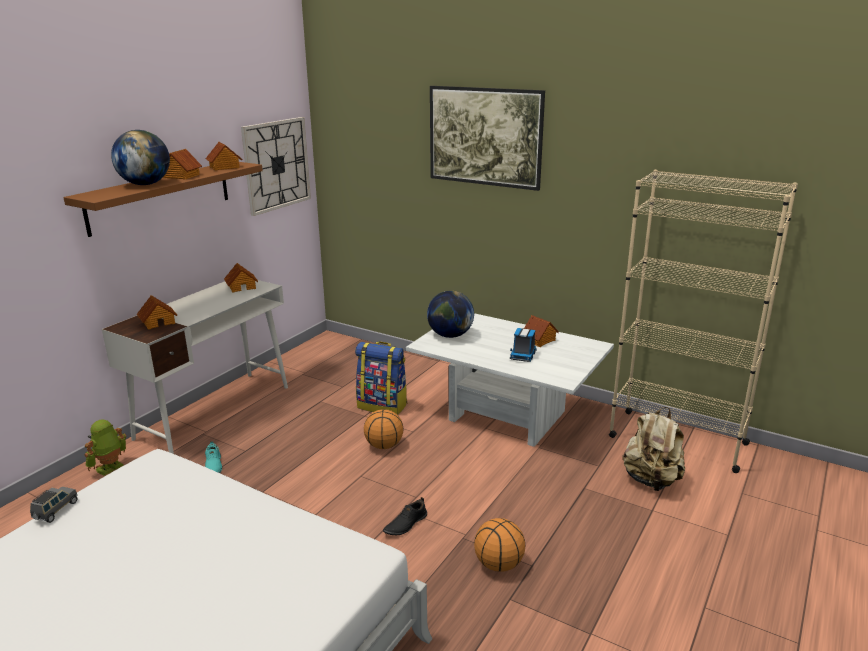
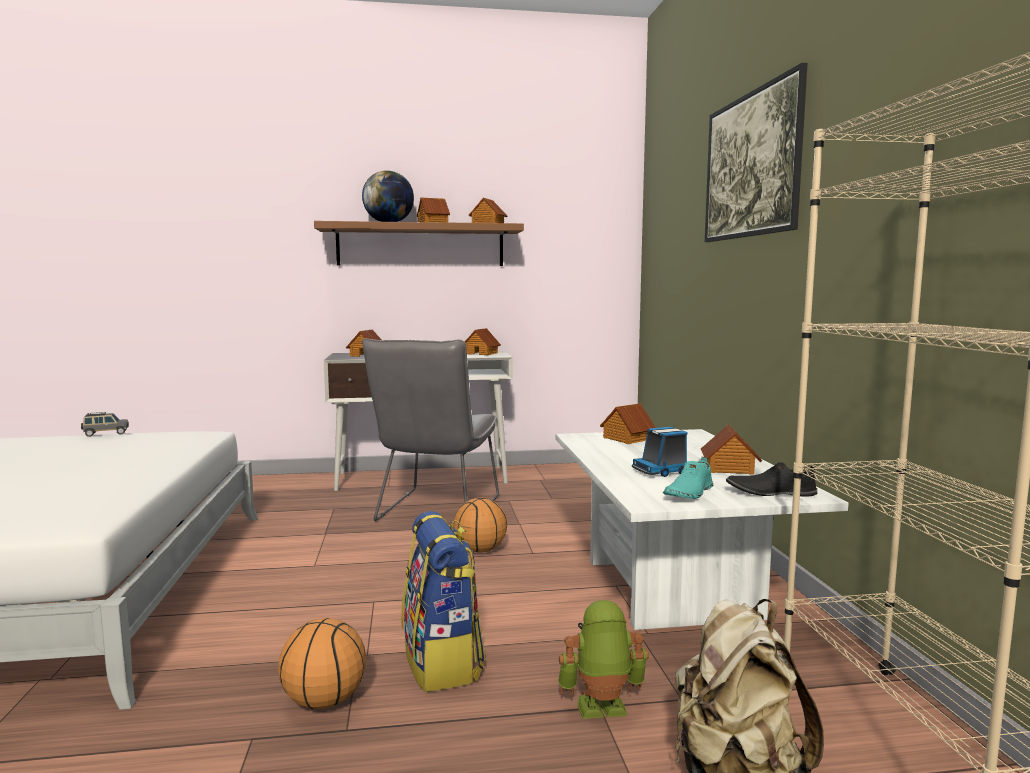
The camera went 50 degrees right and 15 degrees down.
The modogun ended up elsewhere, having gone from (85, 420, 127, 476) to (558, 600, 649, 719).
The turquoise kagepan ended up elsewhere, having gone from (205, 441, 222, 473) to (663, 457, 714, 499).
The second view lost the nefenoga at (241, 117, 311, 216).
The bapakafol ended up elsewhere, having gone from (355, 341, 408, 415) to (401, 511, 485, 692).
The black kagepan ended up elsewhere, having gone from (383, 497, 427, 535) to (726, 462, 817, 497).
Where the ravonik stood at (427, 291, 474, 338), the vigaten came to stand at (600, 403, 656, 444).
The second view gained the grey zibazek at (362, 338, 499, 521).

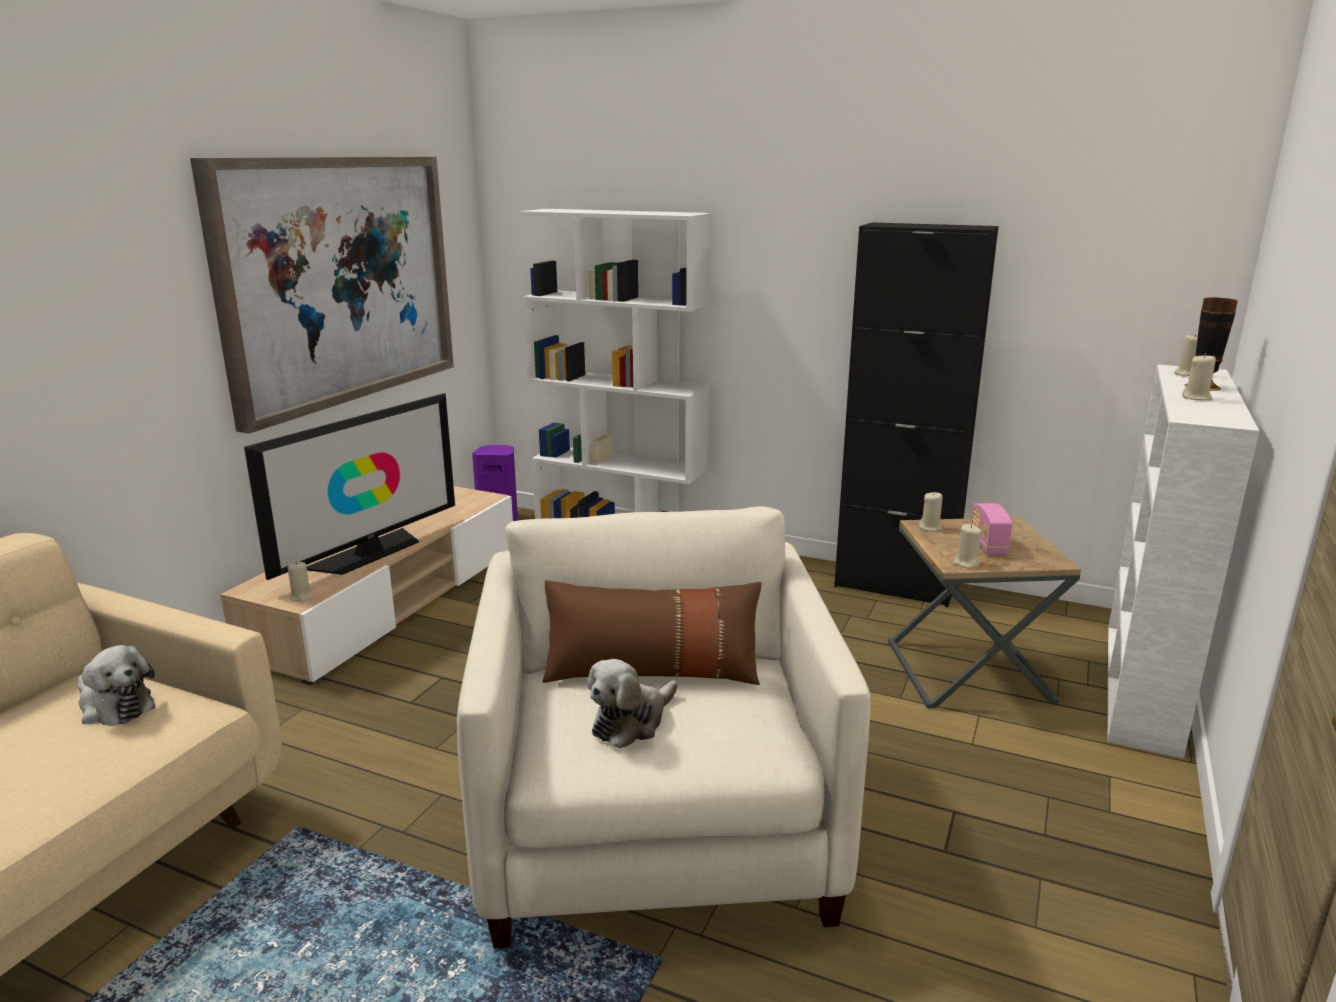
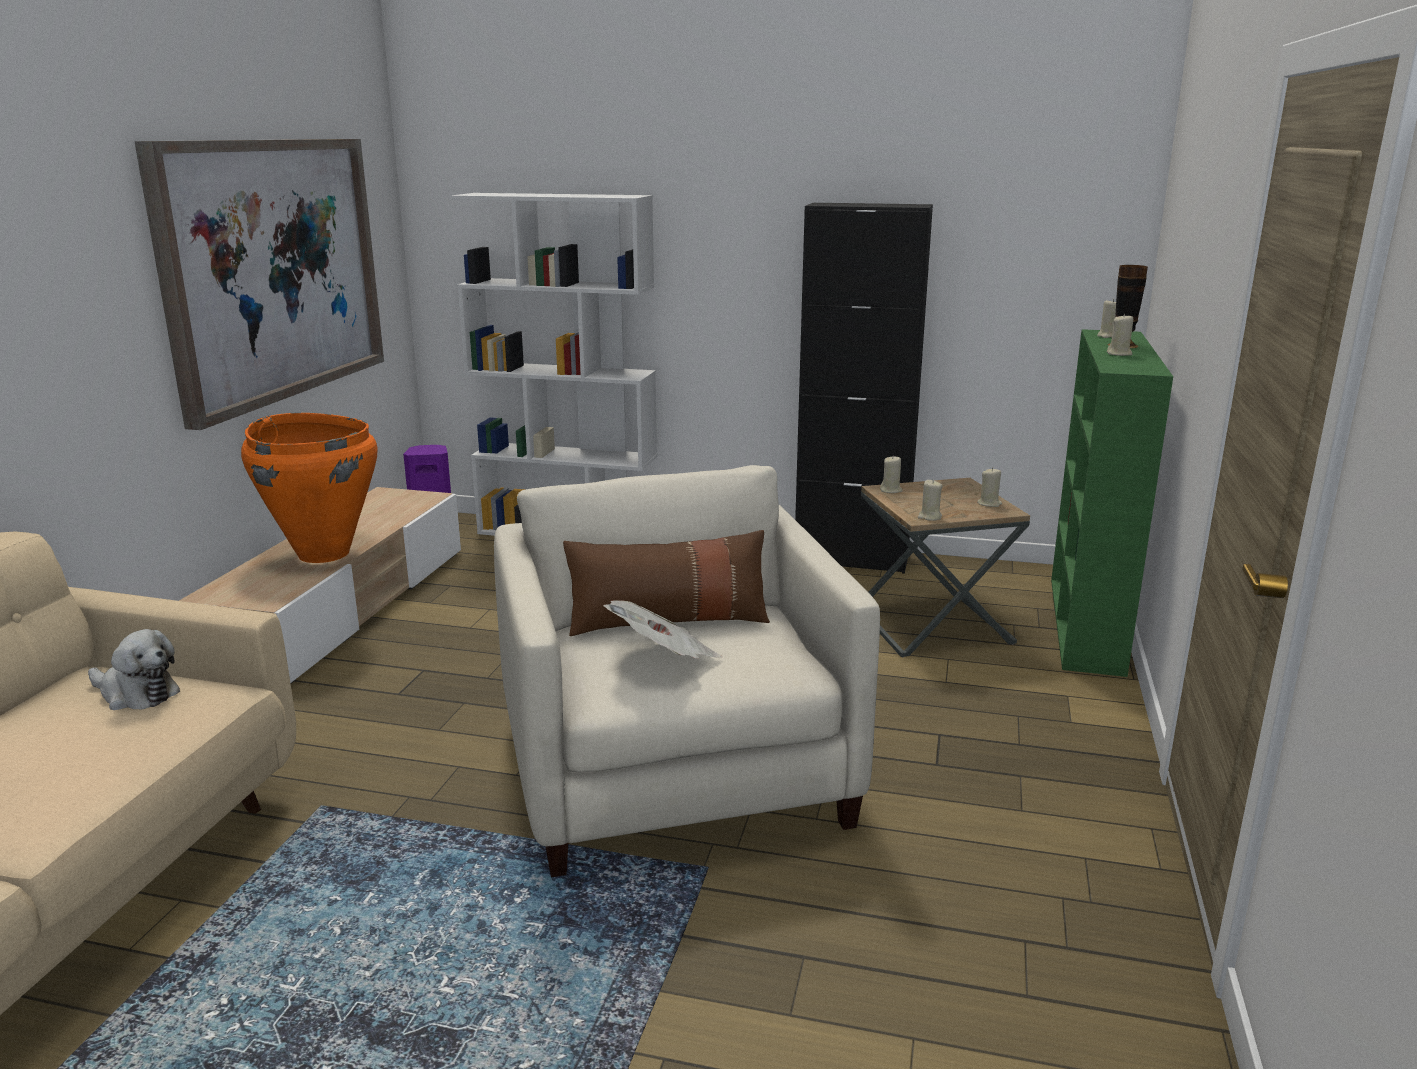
The camera went 10 degrees left and 0 degrees up.
Where the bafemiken stood at (244, 393, 455, 580), the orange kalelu came to stand at (241, 413, 378, 563).
The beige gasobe ended up elsewhere, having gone from (287, 561, 314, 602) to (977, 468, 1002, 507).
Where the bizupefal stood at (587, 659, 678, 748), the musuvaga came to stand at (603, 600, 723, 659).
The second view lost the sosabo at (971, 503, 1012, 555).
What was the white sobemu at (1107, 364, 1259, 758) turned into the green sobemu at (1051, 329, 1173, 677).

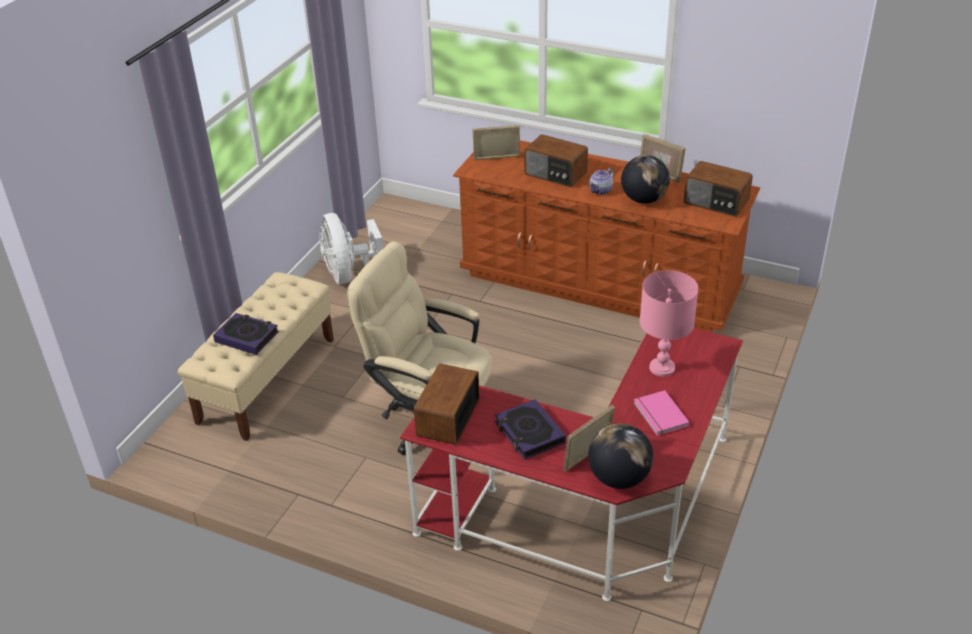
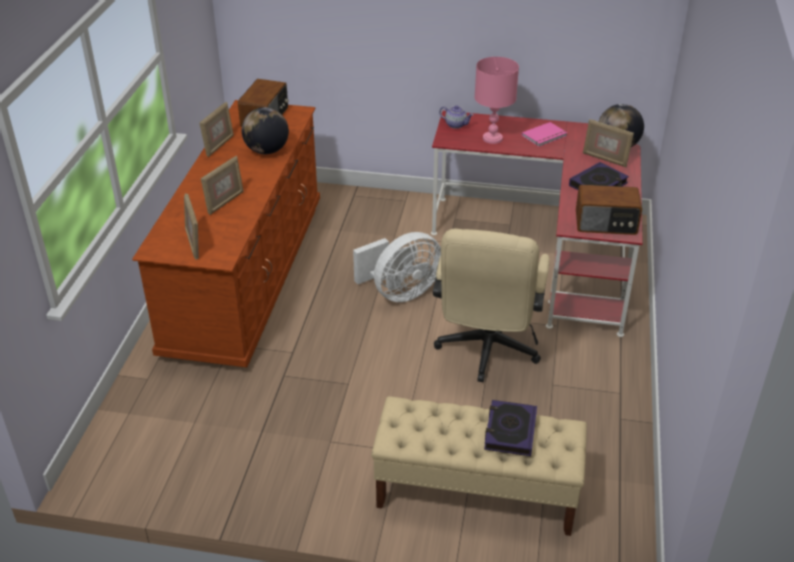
The camera went 105 degrees left and 0 degrees up.
The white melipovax ended up elsewhere, having gone from (320, 213, 383, 284) to (353, 232, 441, 302).
Where the sosabo stood at (524, 134, 588, 187), the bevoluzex came to stand at (201, 156, 244, 215).
The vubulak ended up elsewhere, having gone from (589, 168, 614, 195) to (439, 106, 473, 129).

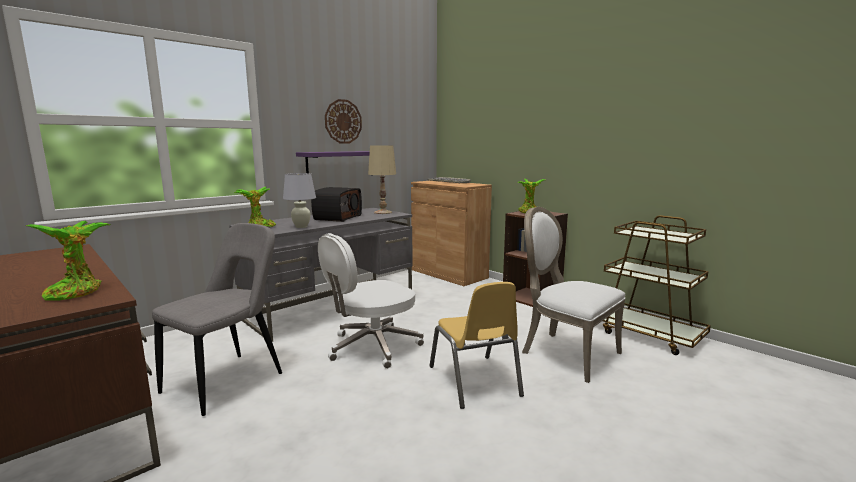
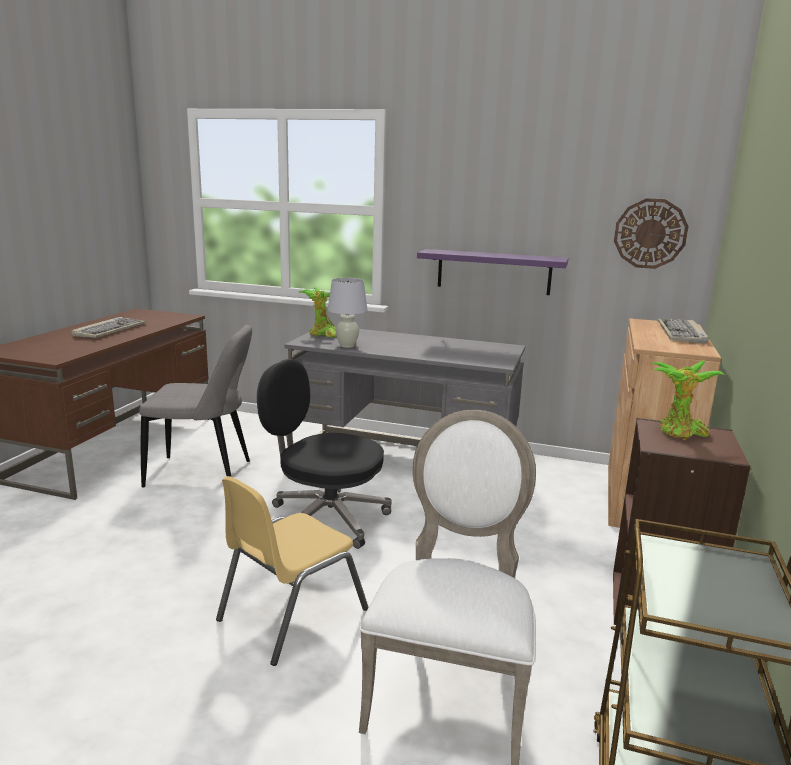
The camera went 60 degrees right and 5 degrees up.
The second view lost the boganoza at (26, 221, 110, 301).
The second view lost the sosabo at (311, 187, 362, 222).
What was the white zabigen at (318, 233, 424, 369) turned into the black zabigen at (257, 359, 392, 549).
The nefenoga ended up elsewhere, having gone from (325, 99, 362, 144) to (614, 198, 689, 269).
The second view lost the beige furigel at (368, 145, 396, 214).
The second view gained the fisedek at (71, 317, 146, 338).

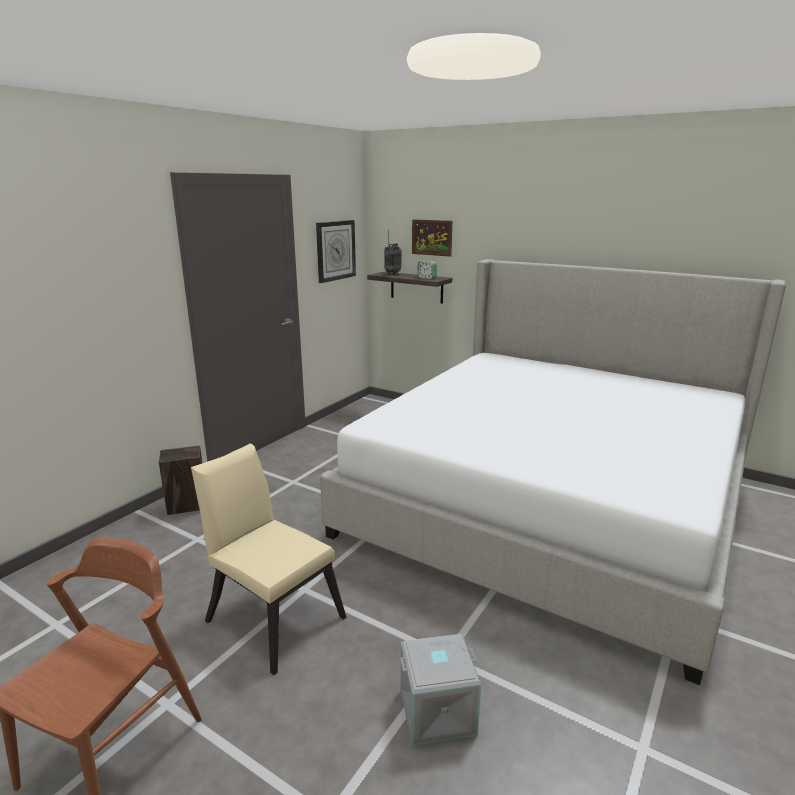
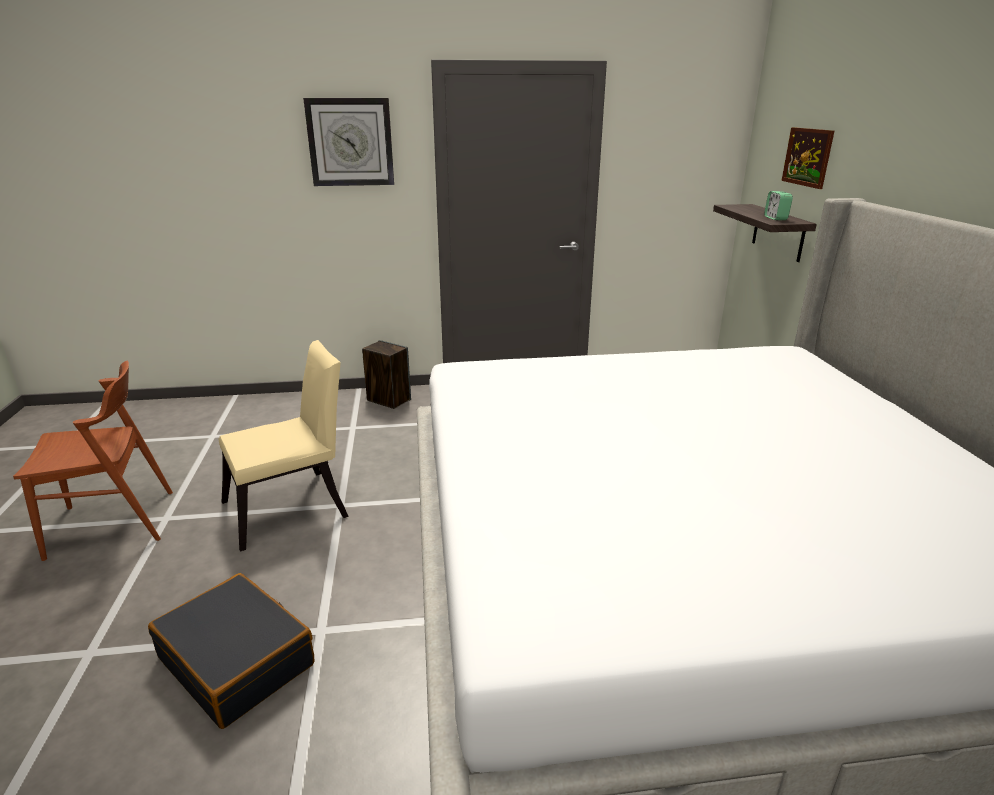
The camera went 50 degrees right and 5 degrees up.
The beige zibazek at (191, 443, 346, 675) ended up facing another way, 60 degrees clockwise from before.
The nefenoga ended up elsewhere, having gone from (316, 220, 356, 283) to (303, 98, 394, 186).
The second view lost the sosabo at (384, 230, 401, 275).
Where the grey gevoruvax stood at (400, 634, 481, 746), the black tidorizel came to stand at (148, 573, 314, 729).

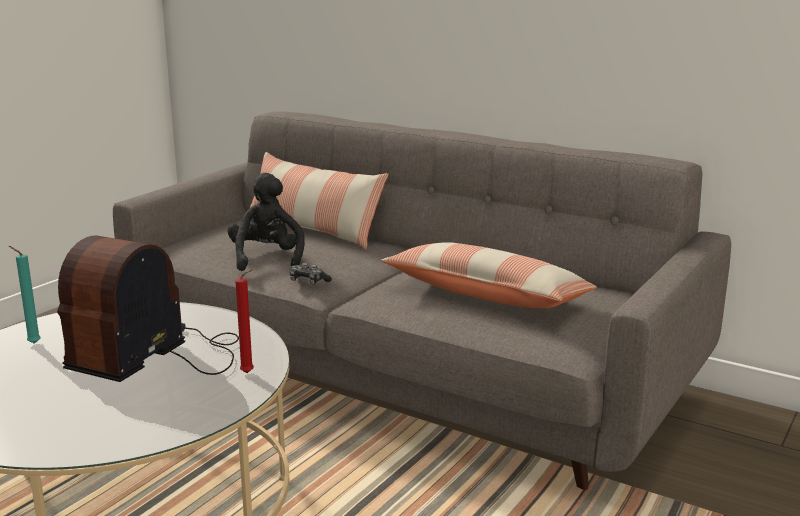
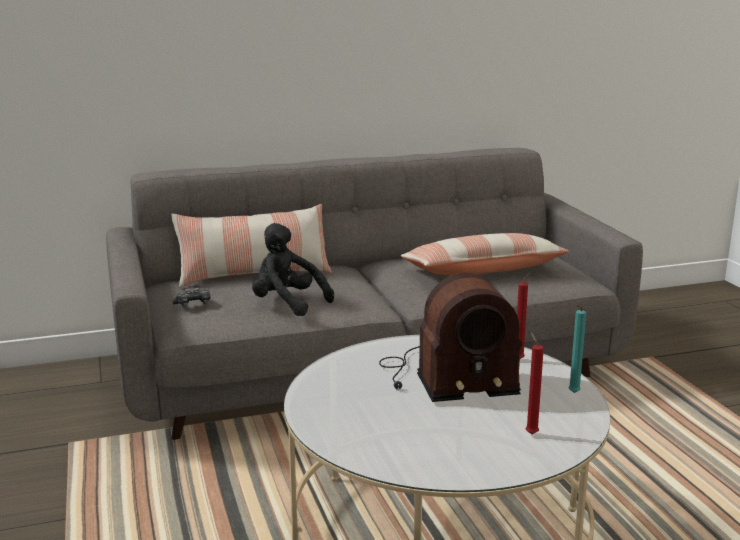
The camera went 50 degrees left and 0 degrees up.
The turquoise gasobe ended up elsewhere, having gone from (9, 246, 41, 344) to (568, 305, 586, 393).
The sosabo at (57, 235, 239, 382) ended up facing another way, 75 degrees counterclockwise from before.
The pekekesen ended up elsewhere, having gone from (289, 263, 332, 284) to (172, 288, 211, 307).
The second view gained the red gasobe at (526, 333, 544, 434).

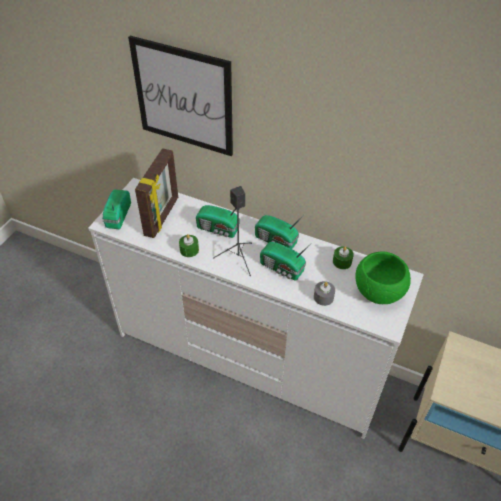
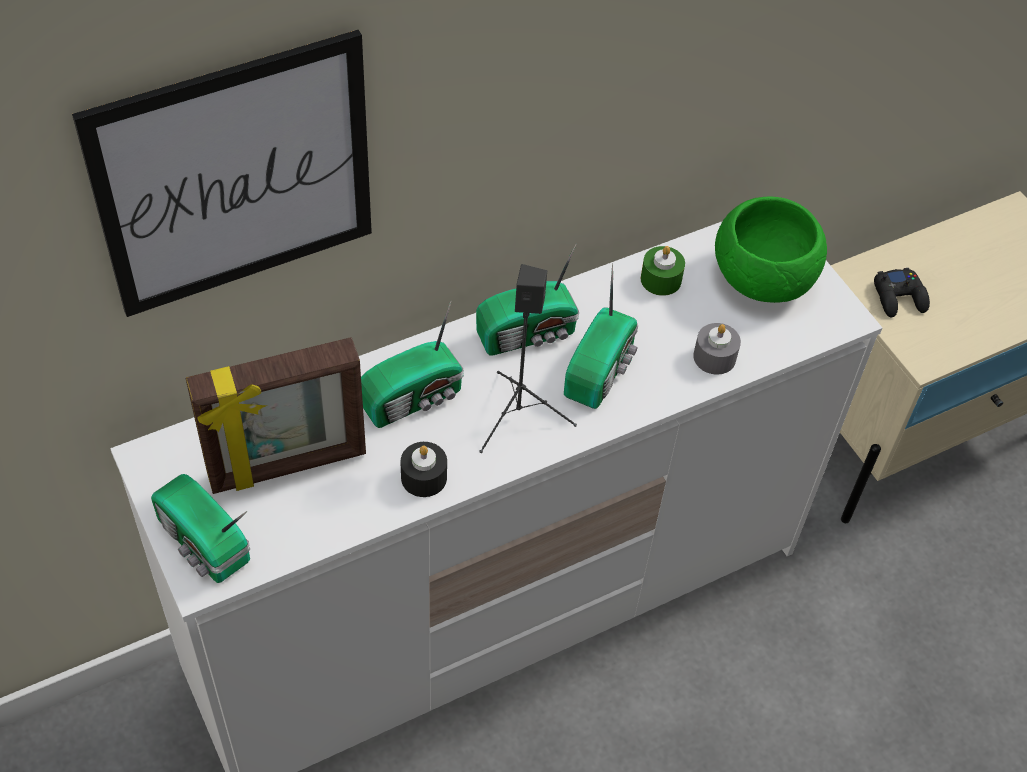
The camera went 55 degrees left and 5 degrees up.
The bevoluzex at (135, 148, 178, 238) ended up facing another way, 105 degrees clockwise from before.
What was the green gasobe at (179, 234, 199, 257) turned into the black gasobe at (401, 442, 447, 497).
The sosabo at (260, 242, 312, 281) ended up facing another way, 45 degrees counterclockwise from before.
The second view gained the black pekekesen at (874, 268, 930, 317).

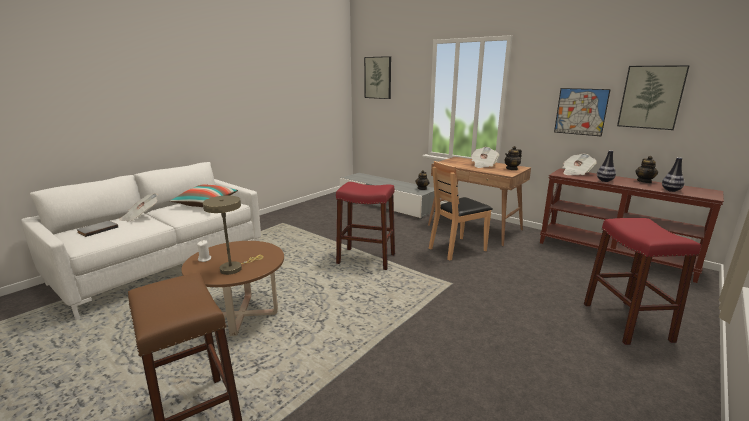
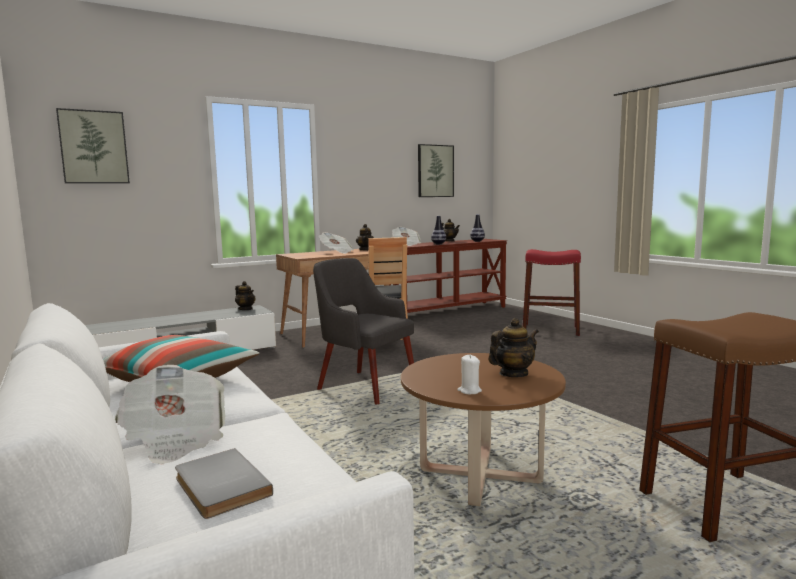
The camera went 70 degrees left and 10 degrees down.
Where the beige furigel stood at (203, 196, 263, 275), the vubulak came to stand at (489, 318, 539, 377).
Where the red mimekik stood at (336, 182, 395, 270), the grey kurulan came to stand at (313, 258, 414, 404).
The second view lost the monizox at (554, 88, 611, 136).

